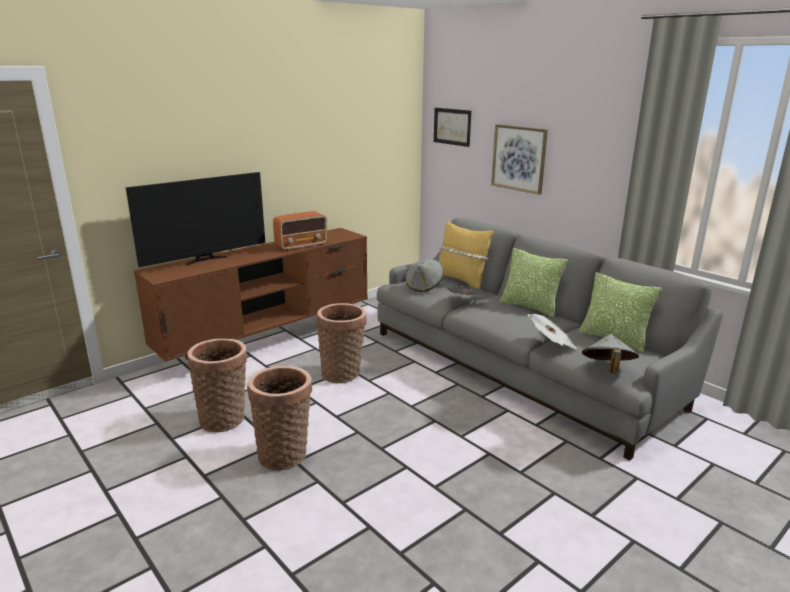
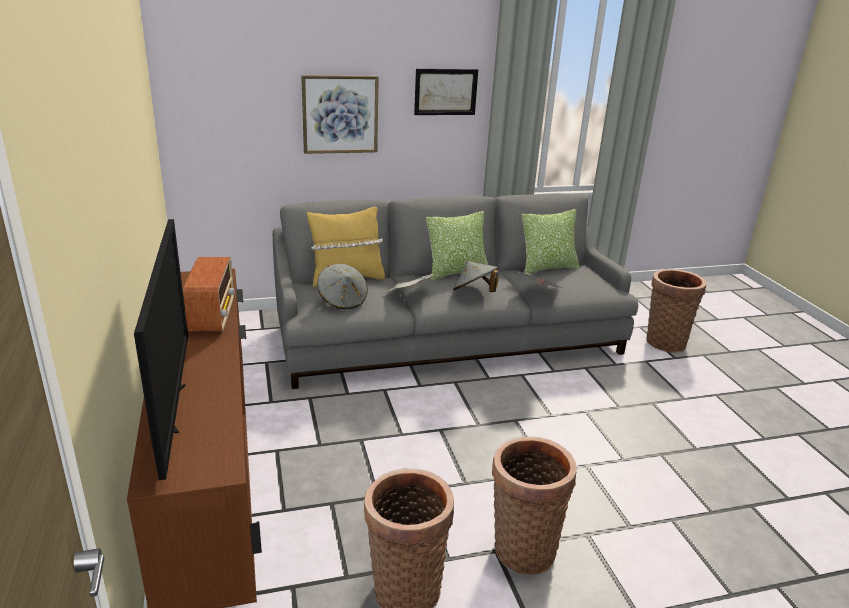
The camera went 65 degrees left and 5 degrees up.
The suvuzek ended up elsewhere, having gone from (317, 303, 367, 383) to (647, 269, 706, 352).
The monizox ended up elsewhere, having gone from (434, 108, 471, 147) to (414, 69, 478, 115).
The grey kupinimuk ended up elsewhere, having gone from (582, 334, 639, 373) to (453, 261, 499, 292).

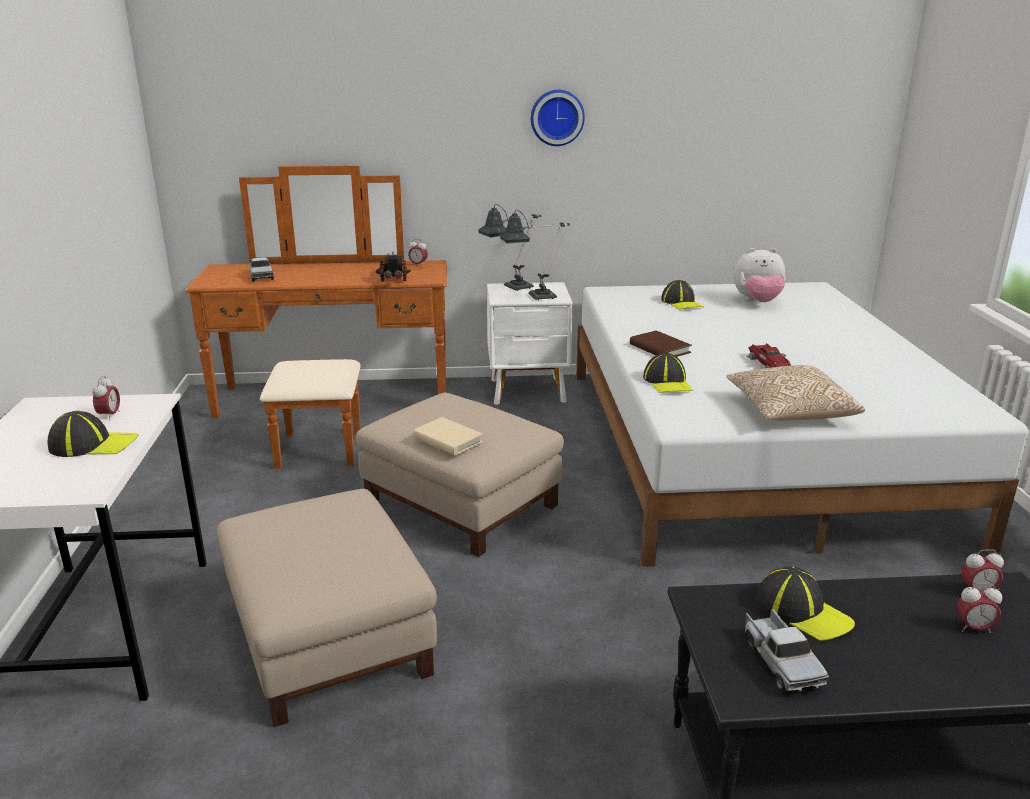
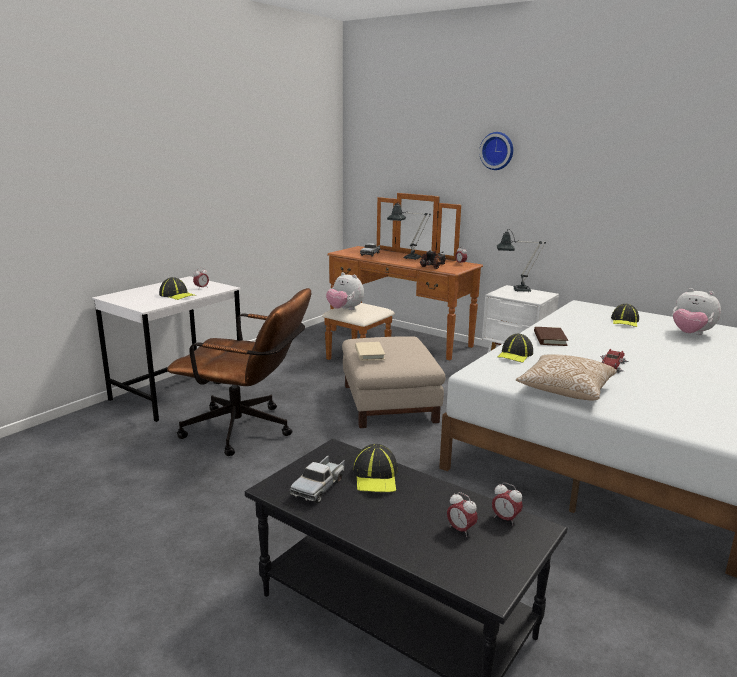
The camera went 40 degrees right and 5 degrees down.
Where the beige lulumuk stood at (217, 489, 437, 727), the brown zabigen came to stand at (167, 288, 311, 456).
The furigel ended up elsewhere, having gone from (500, 210, 570, 300) to (387, 201, 431, 259).
The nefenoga ended up elsewhere, having gone from (531, 90, 585, 146) to (479, 132, 513, 170).
The second view gained the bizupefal at (326, 272, 364, 310).

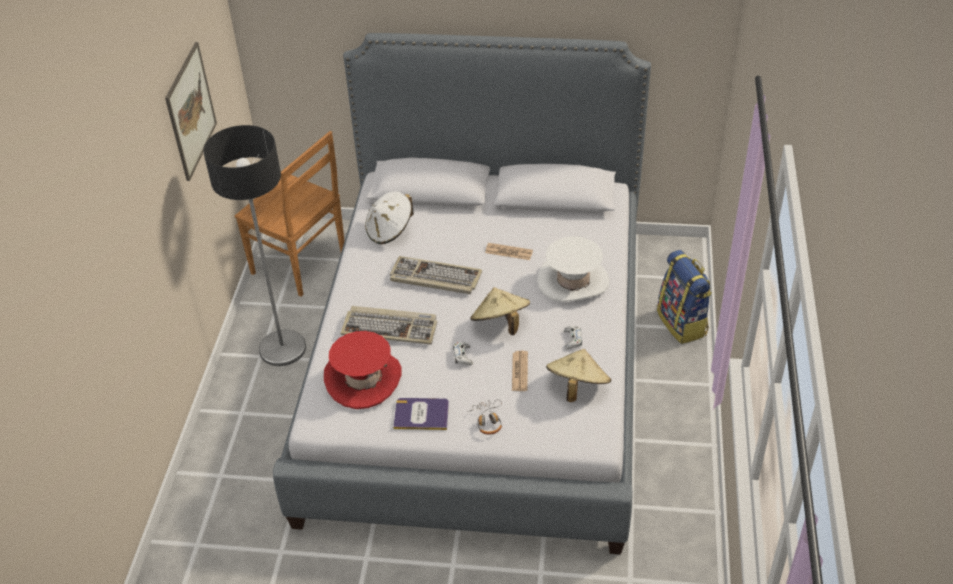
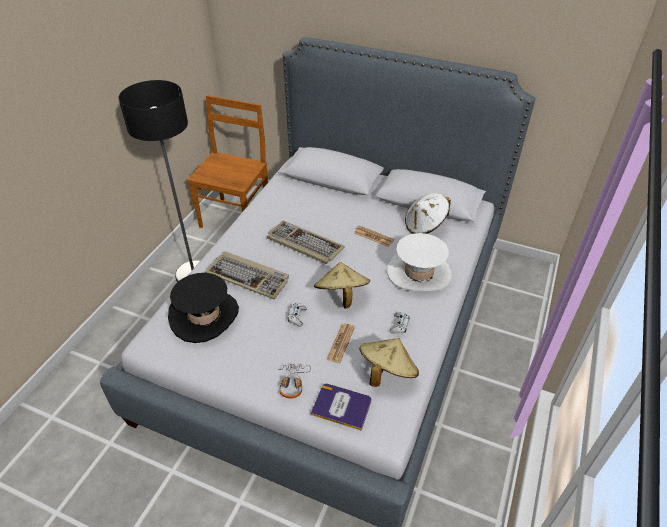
The camera went 15 degrees right and 0 degrees up.
The second view lost the monizox at (165, 42, 217, 181).
The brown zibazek at (235, 131, 344, 297) ended up facing another way, 120 degrees counterclockwise from before.
What was the red kupinimuk at (324, 331, 402, 409) turned into the black kupinimuk at (168, 273, 239, 343).
The white kupinimuk ended up elsewhere, having gone from (365, 191, 414, 244) to (405, 193, 451, 234).
The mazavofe ended up elsewhere, having gone from (393, 398, 449, 430) to (311, 384, 372, 431).
The second view lost the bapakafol at (657, 250, 712, 344).

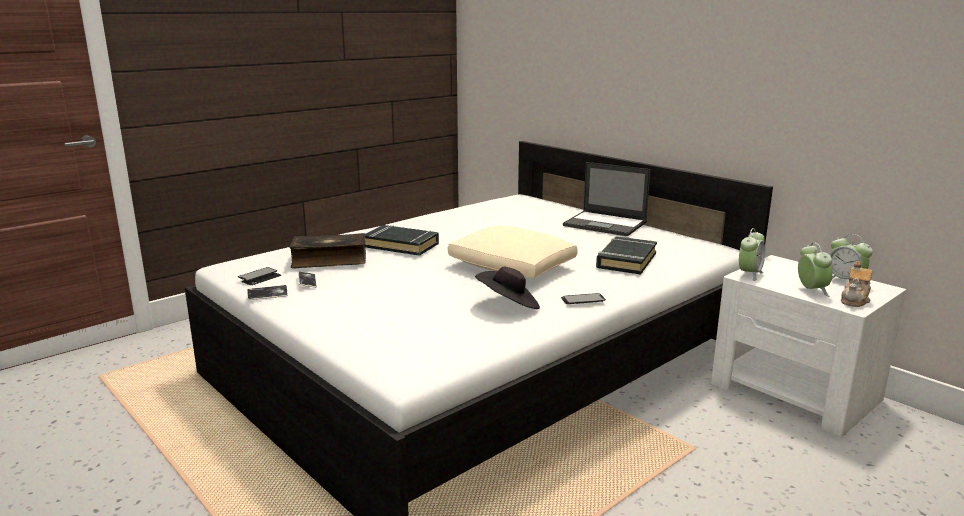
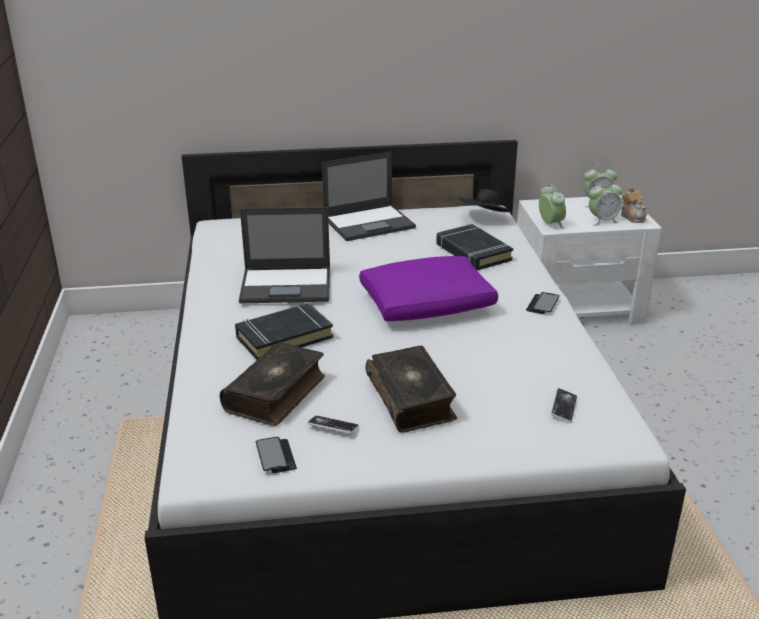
The camera went 55 degrees left and 10 degrees up.
The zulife ended up elsewhere, having gone from (247, 285, 288, 300) to (551, 388, 577, 422).
What was the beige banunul at (448, 226, 578, 278) turned into the purple banunul at (359, 256, 498, 321).
The black kupinimuk ended up elsewhere, having gone from (475, 267, 540, 309) to (460, 189, 512, 212).
The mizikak at (798, 242, 833, 297) ended up facing another way, 135 degrees clockwise from before.
The second view gained the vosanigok at (239, 207, 330, 303).
The second view gained the mazavofe at (365, 346, 457, 432).

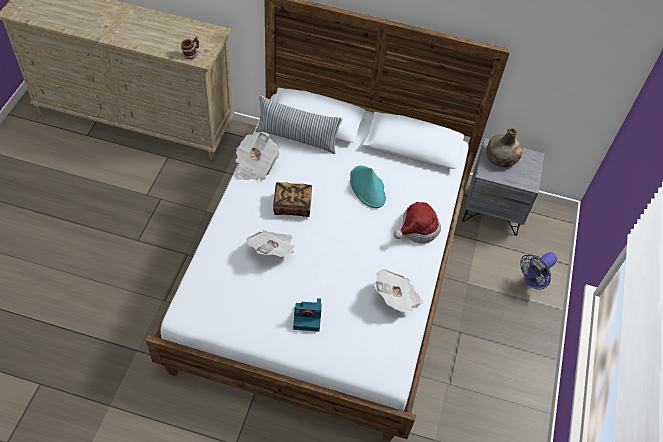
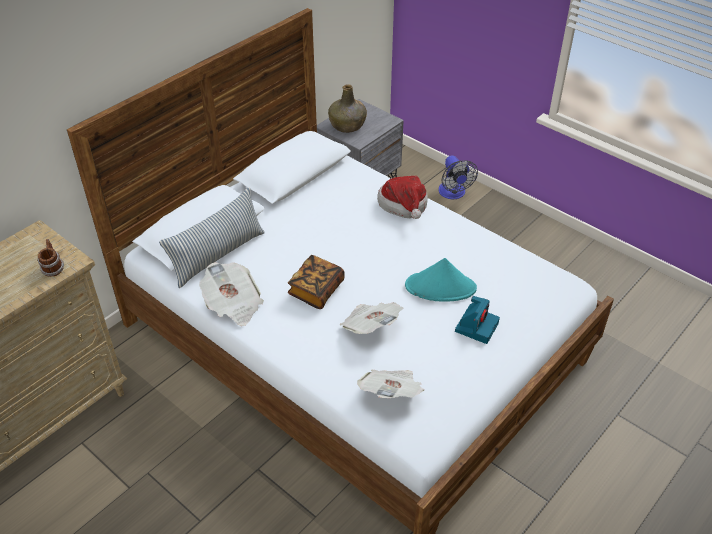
The camera went 60 degrees left and 10 degrees down.
The turquoise kupinimuk ended up elsewhere, having gone from (350, 166, 386, 208) to (405, 258, 477, 301).
The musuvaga ended up elsewhere, having gone from (373, 269, 423, 313) to (357, 370, 424, 398).

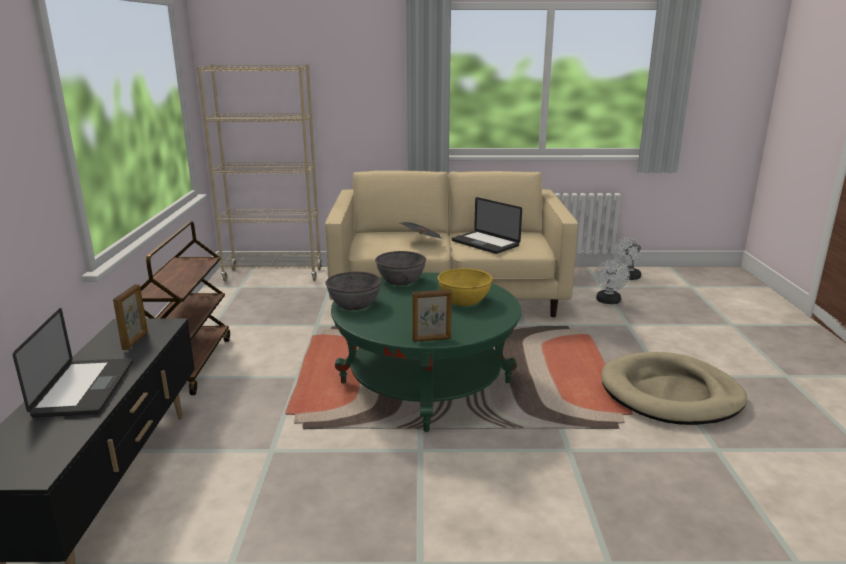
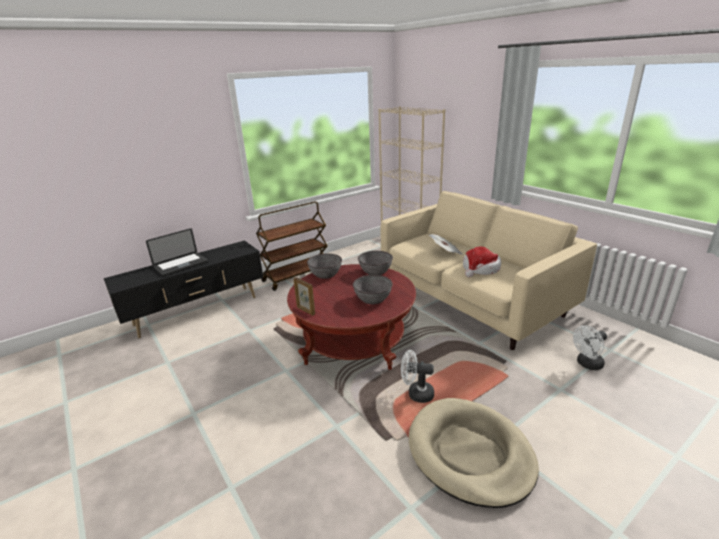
The camera went 55 degrees right and 5 degrees up.
The second view lost the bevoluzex at (113, 284, 148, 350).
What was the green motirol at (331, 273, 521, 432) turned into the red motirol at (287, 264, 416, 370).
What was the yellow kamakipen at (437, 268, 493, 306) turned into the grey kamakipen at (353, 275, 393, 304).
Where the vosanigok stood at (452, 197, 522, 254), the kupinimuk came to stand at (463, 246, 501, 277).
The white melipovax ended up elsewhere, having gone from (613, 238, 641, 280) to (401, 350, 434, 403).

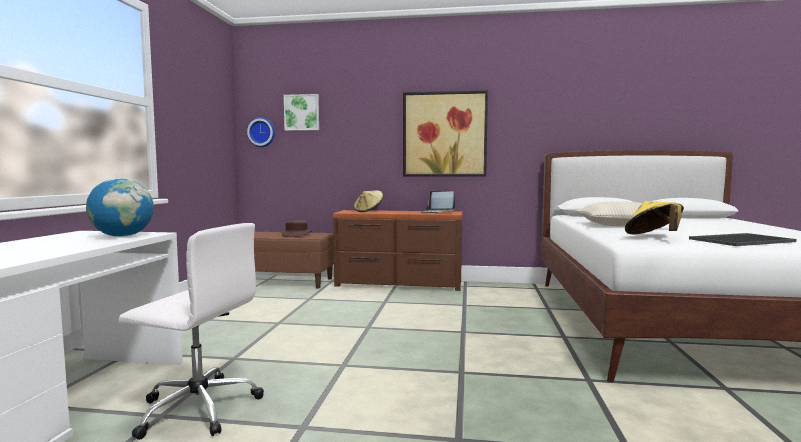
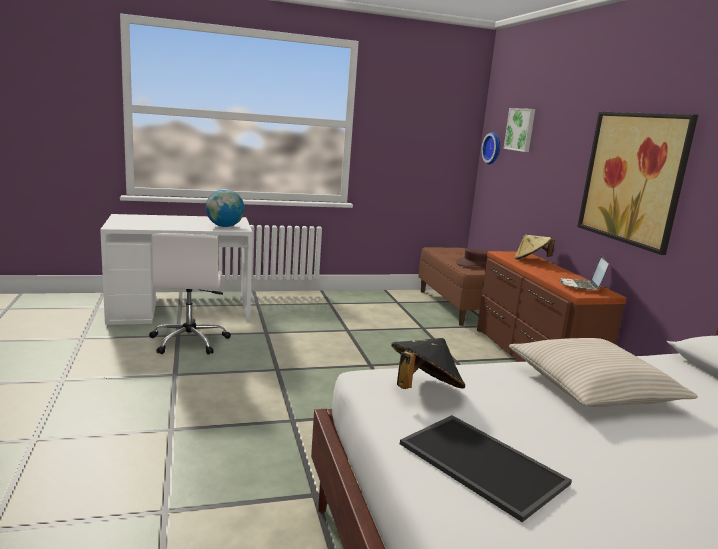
The camera went 65 degrees right and 10 degrees up.
What was the yellow kupinimuk at (625, 201, 684, 234) turned into the black kupinimuk at (391, 338, 465, 389).

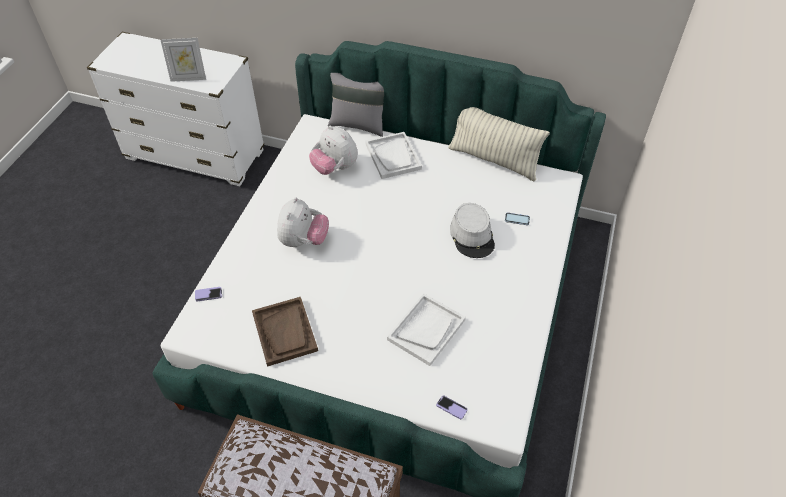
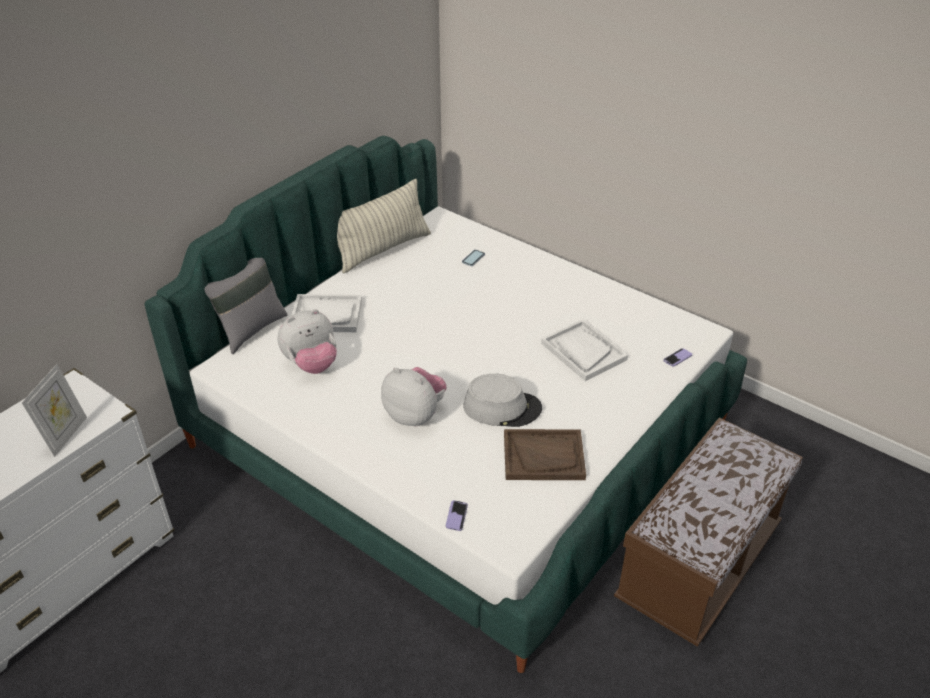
The camera went 70 degrees left and 10 degrees down.
The grey kupinimuk ended up elsewhere, having gone from (450, 203, 495, 258) to (463, 374, 542, 427).

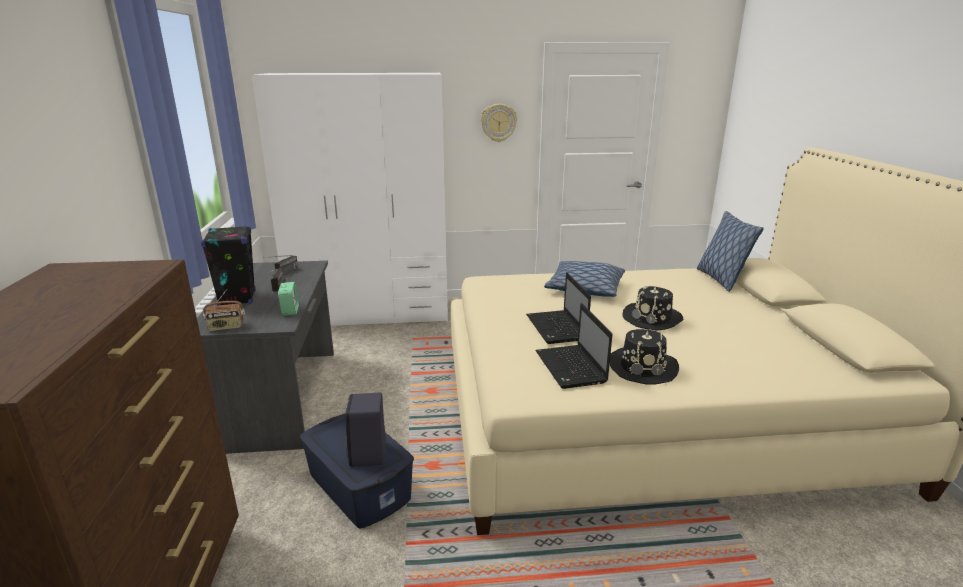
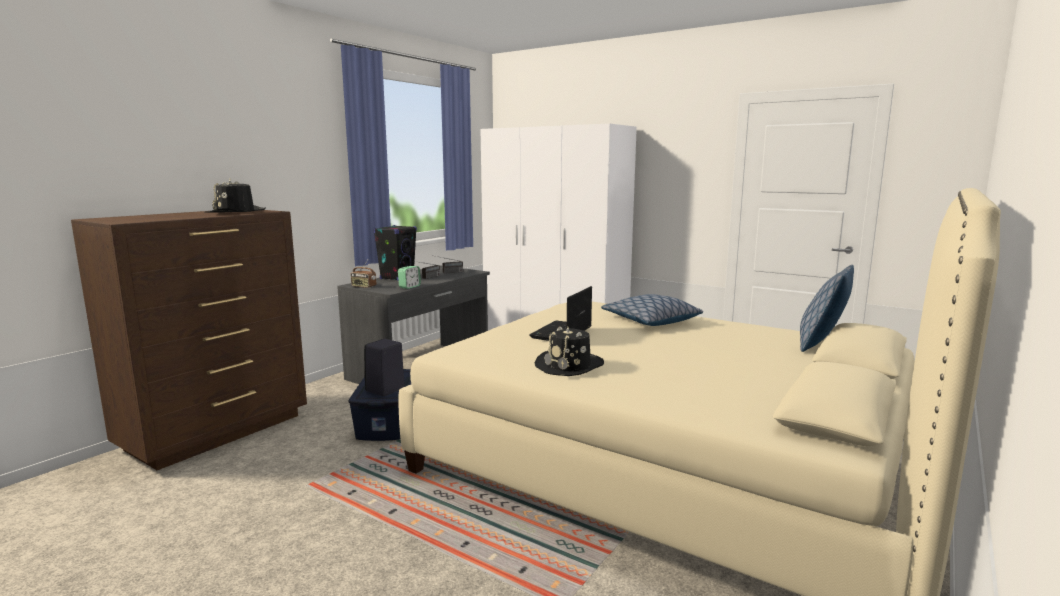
The camera went 40 degrees right and 10 degrees down.
The second view lost the nefenoga at (481, 104, 517, 142).
The second view lost the vosanigok at (535, 303, 613, 389).
The black kupinimuk ended up elsewhere, having gone from (623, 286, 683, 330) to (204, 179, 266, 213).

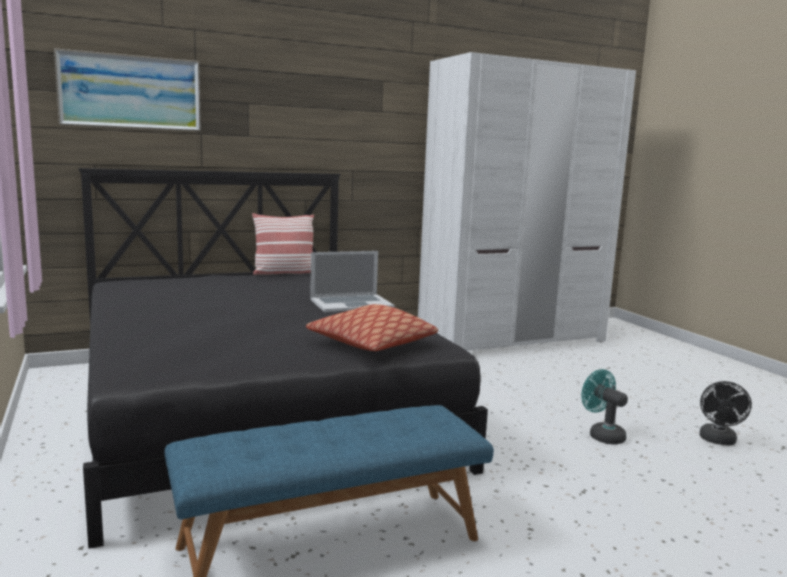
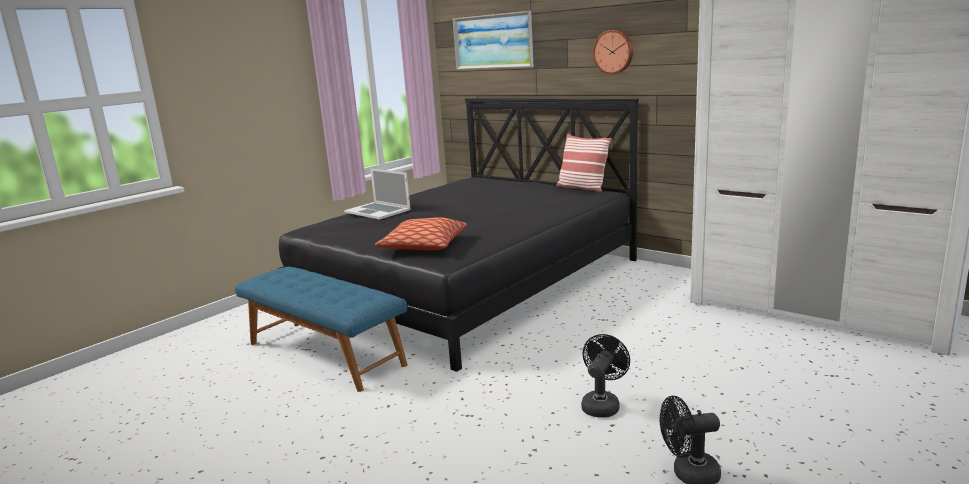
The camera went 65 degrees right and 5 degrees up.
The vosanigok ended up elsewhere, having gone from (310, 251, 394, 312) to (344, 168, 411, 220).
What was the turquoise melipovax at (581, 369, 628, 444) turned into the black melipovax at (581, 334, 630, 418).
The second view gained the nefenoga at (593, 30, 633, 74).

